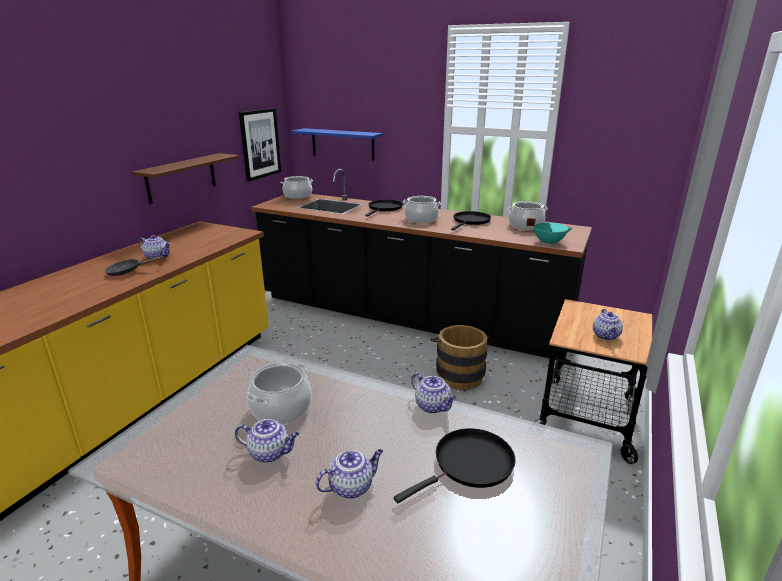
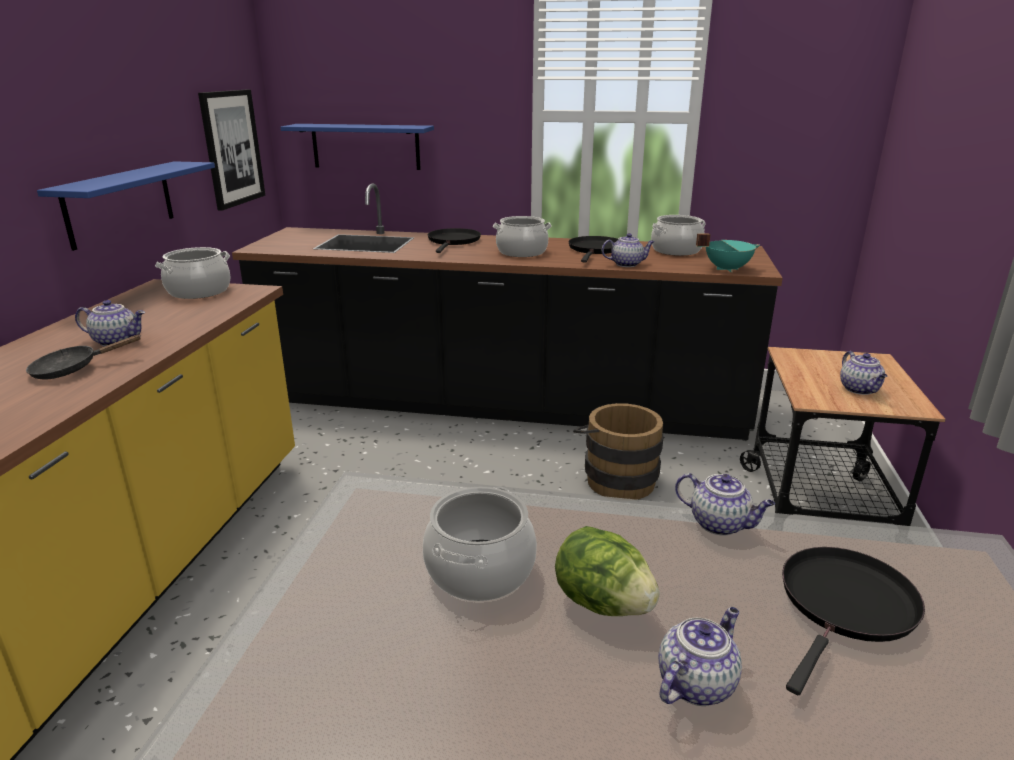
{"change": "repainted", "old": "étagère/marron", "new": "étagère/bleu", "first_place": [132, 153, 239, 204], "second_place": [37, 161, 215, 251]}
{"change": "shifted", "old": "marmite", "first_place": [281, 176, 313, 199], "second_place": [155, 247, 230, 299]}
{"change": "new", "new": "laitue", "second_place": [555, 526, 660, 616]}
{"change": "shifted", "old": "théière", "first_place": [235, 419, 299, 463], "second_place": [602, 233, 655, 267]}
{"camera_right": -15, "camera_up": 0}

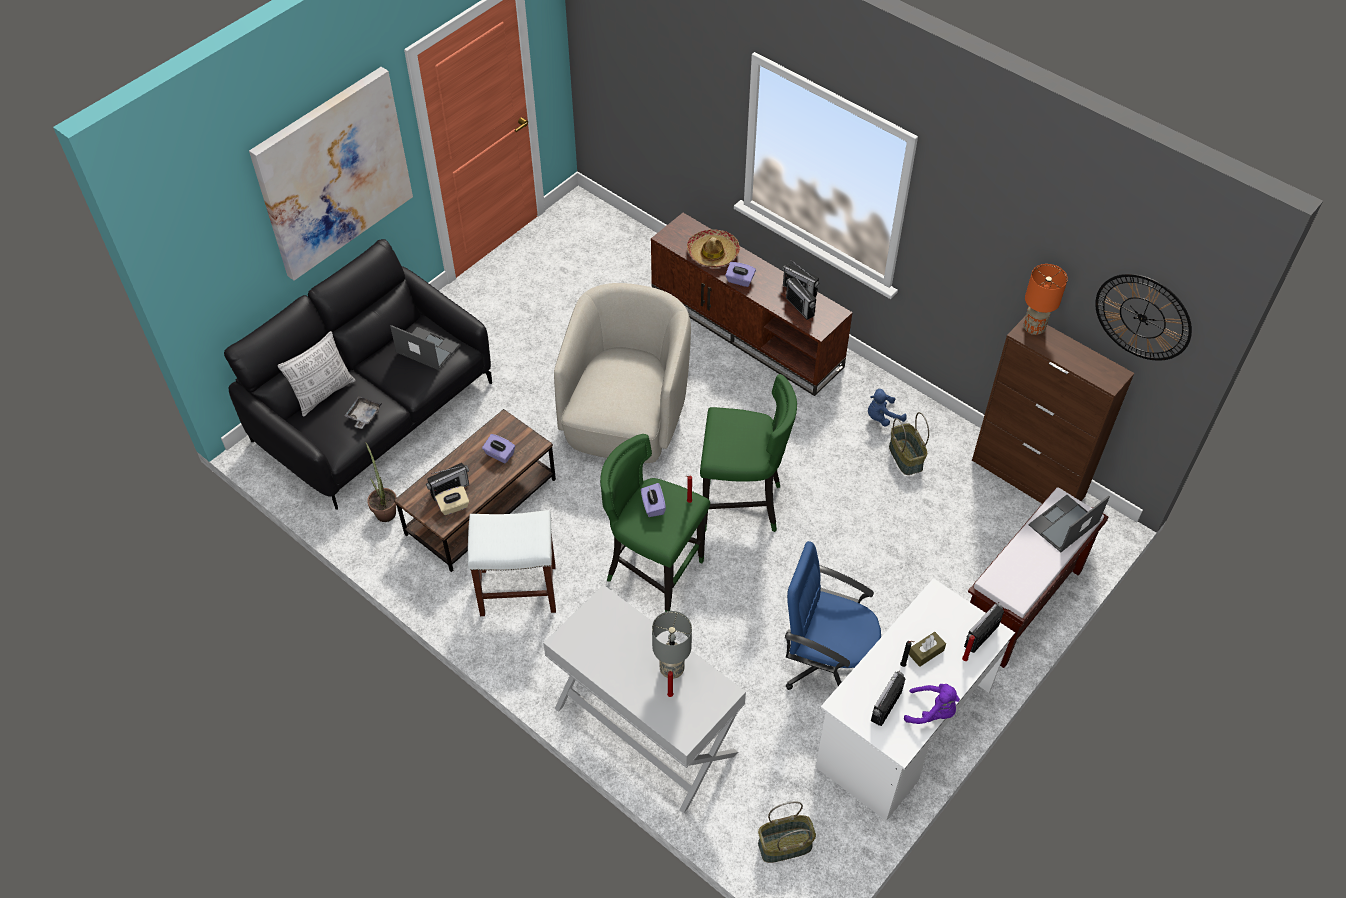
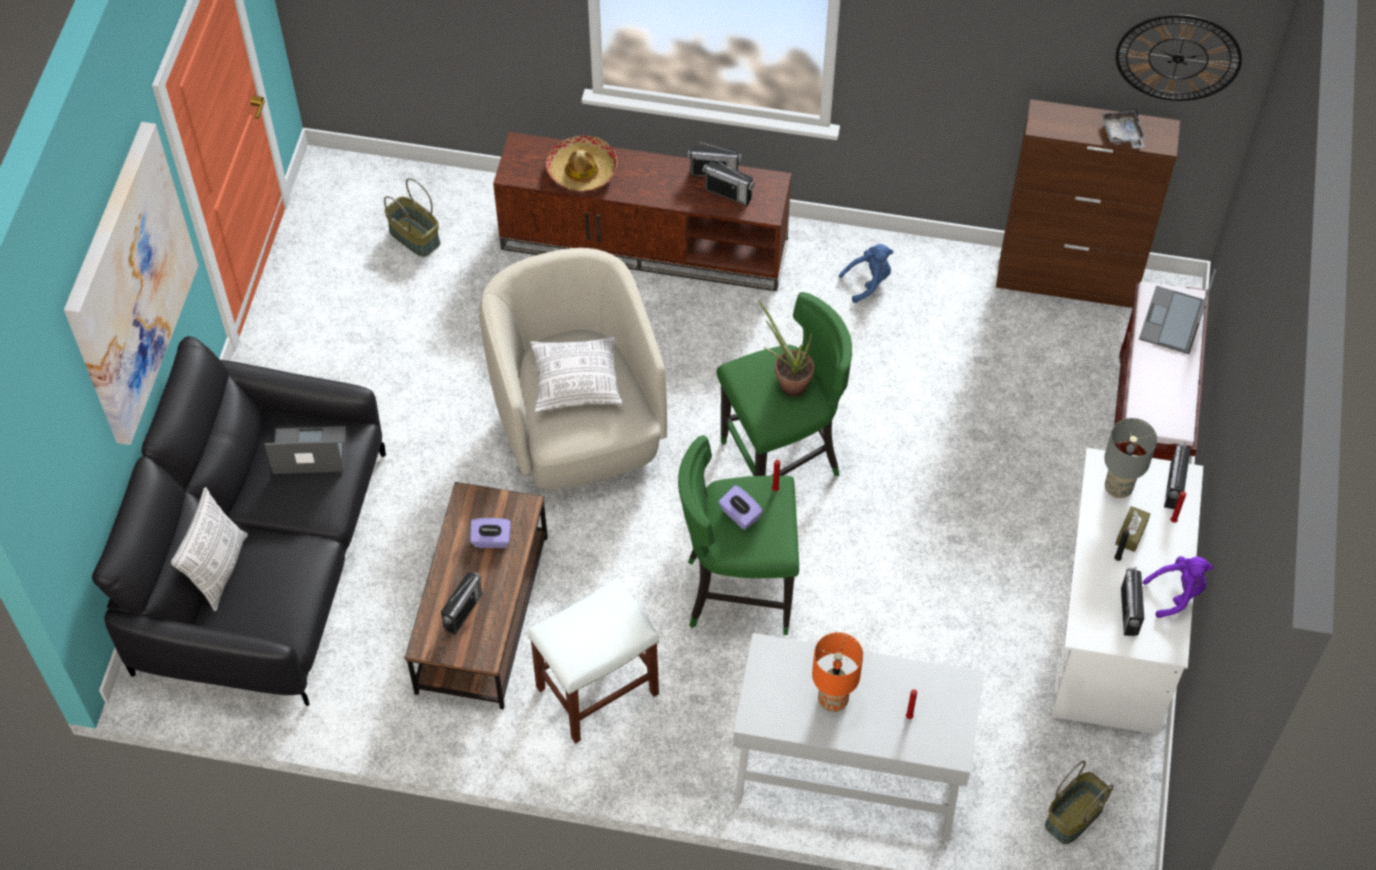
{"change": "shifted", "old": "panier", "first_place": [889, 412, 929, 475], "second_place": [384, 178, 440, 257]}
{"change": "new", "new": "coussin", "second_place": [530, 335, 623, 413]}
{"change": "shifted", "old": "plante en pot", "first_place": [365, 442, 397, 522], "second_place": [759, 301, 814, 397]}
{"change": "shifted", "old": "lampe de table/orange", "first_place": [1023, 264, 1068, 335], "second_place": [812, 632, 863, 712]}
{"change": "rotated", "old": "peluche/bleu", "first_place": [868, 389, 907, 427], "second_place": [839, 244, 893, 303], "degrees": -150}
{"change": "shifted", "old": "plateau/gris", "first_place": [344, 396, 382, 429], "second_place": [1102, 109, 1145, 149]}
{"change": "shifted", "old": "lampe de table/gris", "first_place": [652, 611, 692, 679], "second_place": [1104, 418, 1157, 498]}
{"change": "gone", "old": "boîte à mouchoirs/beige", "first_place": [435, 486, 469, 515]}
{"change": "gone", "old": "boîte à mouchoirs/violet", "first_place": [725, 262, 756, 287]}
{"change": "gone", "old": "chaise de bureau/bleu", "first_place": [785, 541, 881, 690]}
{"camera_right": -30, "camera_up": 5}

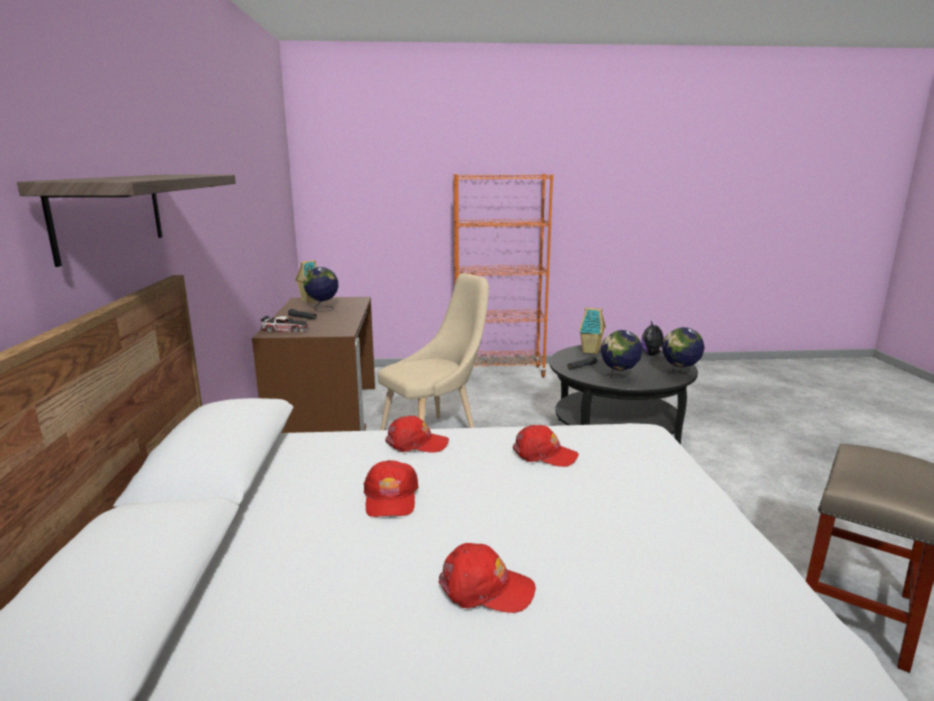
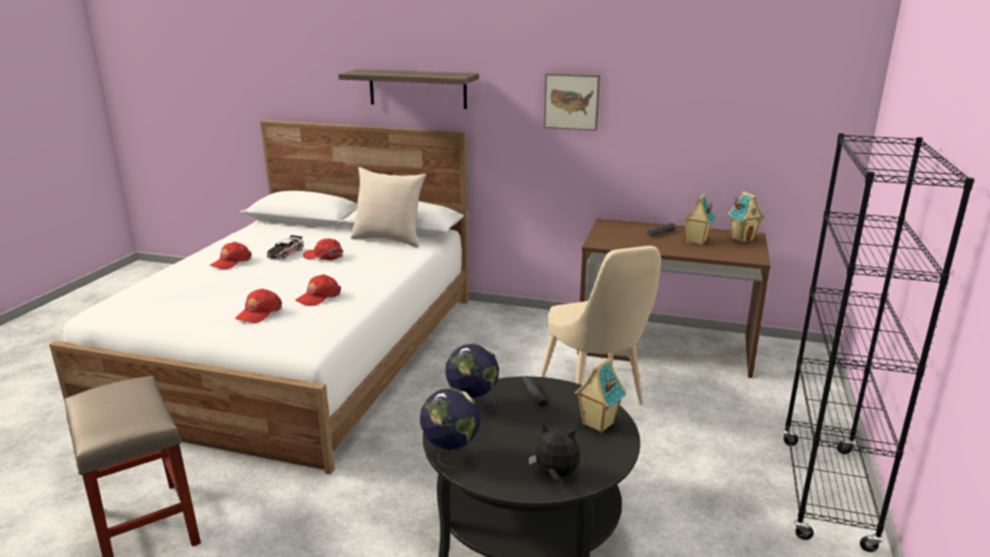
{"change": "shifted", "old": "casquette/rouge", "first_place": [386, 416, 449, 452], "second_place": [235, 289, 282, 323]}
{"change": "shifted", "old": "petite voiture", "first_place": [261, 316, 309, 333], "second_place": [267, 235, 304, 260]}
{"change": "new", "new": "coussin/beige", "second_place": [351, 167, 426, 247]}
{"change": "new", "new": "tableau", "second_place": [544, 73, 600, 131]}
{"change": "swapped", "old": "globe", "new": "maison miniature", "first_place": [303, 267, 338, 312], "second_place": [684, 193, 716, 245]}
{"change": "repainted", "old": "bibliothèque/orange", "new": "bibliothèque/noir", "first_place": [453, 174, 553, 377], "second_place": [782, 133, 974, 552]}
{"camera_right": 110, "camera_up": 5}

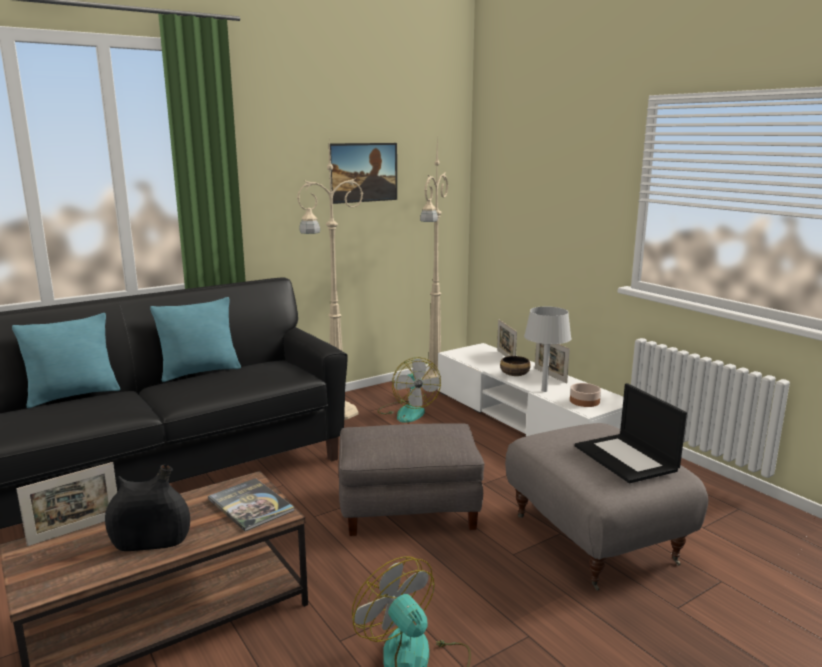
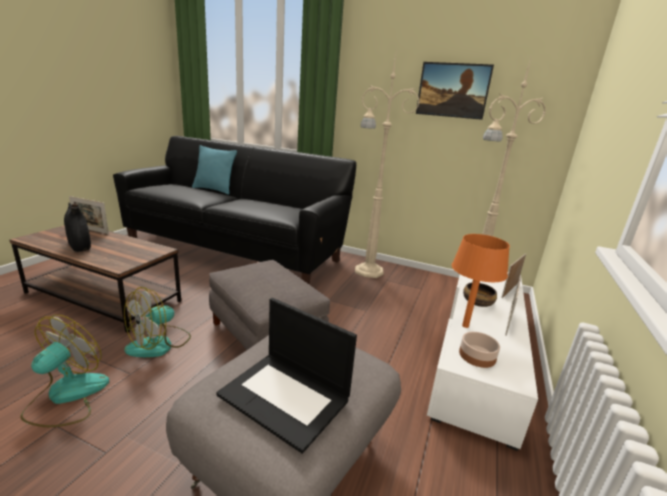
{"change": "shifted", "old": "ventilateur", "first_place": [377, 357, 441, 423], "second_place": [124, 287, 191, 358]}
{"change": "rotated", "old": "ordinateur portable", "first_place": [575, 383, 687, 483], "second_place": [216, 298, 357, 454], "degrees": -90}
{"change": "repainted", "old": "lampe de table/gris", "new": "lampe de table/orange", "first_place": [524, 306, 572, 392], "second_place": [452, 234, 510, 328]}
{"change": "gone", "old": "coussin/turquoise", "first_place": [150, 297, 241, 382]}
{"change": "gone", "old": "livre", "first_place": [208, 478, 295, 531]}
{"camera_right": 55, "camera_up": 5}

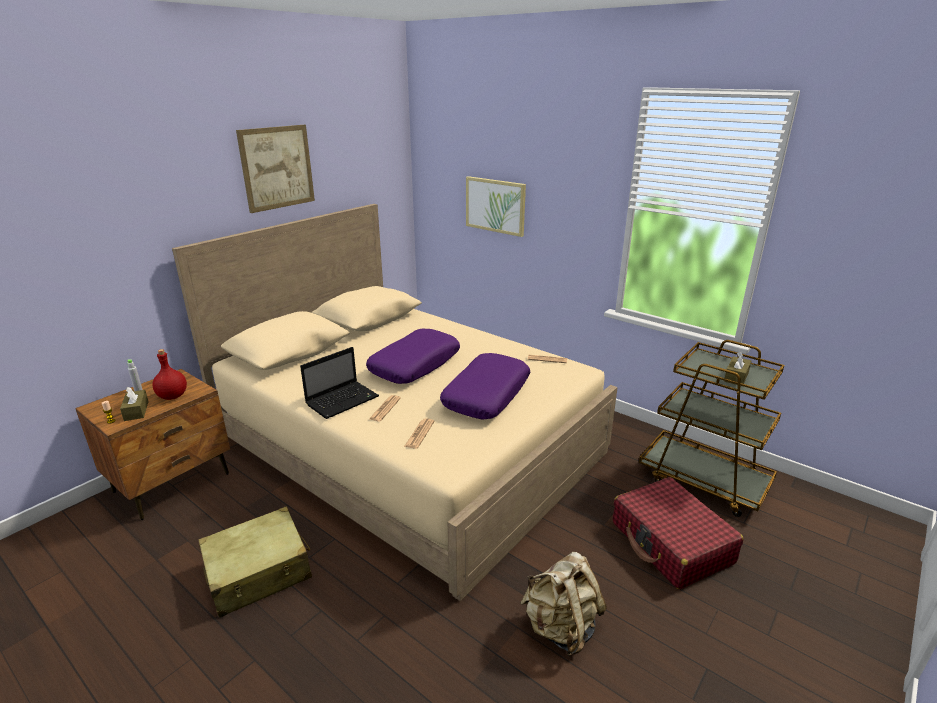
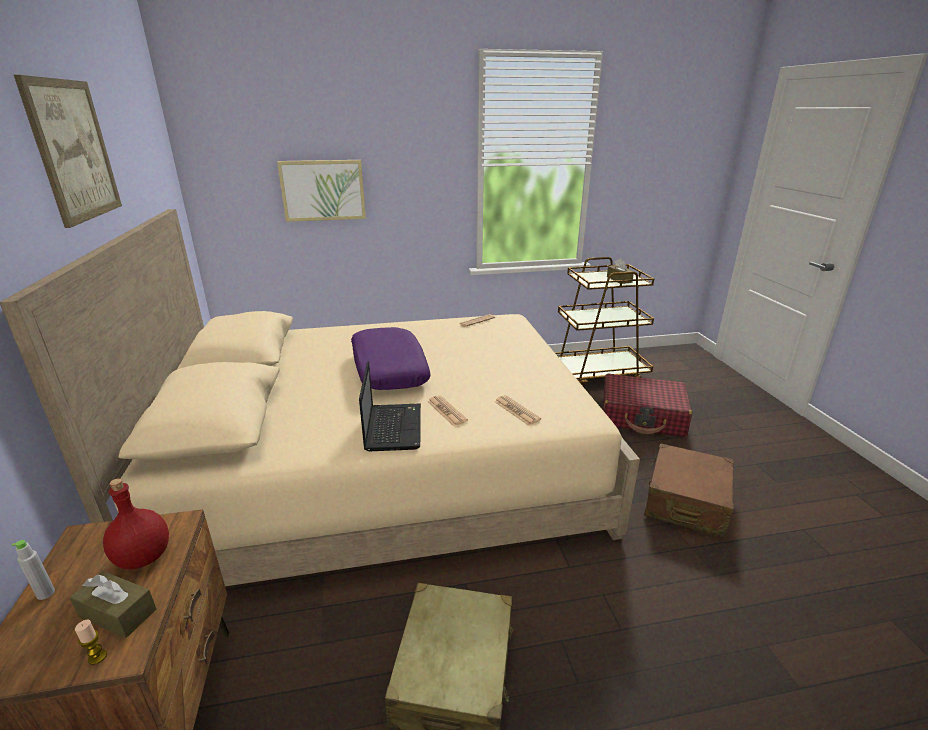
{"change": "swapped", "old": "sac à dos/beige", "new": "valise/marron", "first_place": [520, 552, 607, 656], "second_place": [644, 443, 734, 538]}
{"change": "gone", "old": "coussin/violet", "first_place": [440, 353, 530, 419]}
{"camera_right": -50, "camera_up": 0}

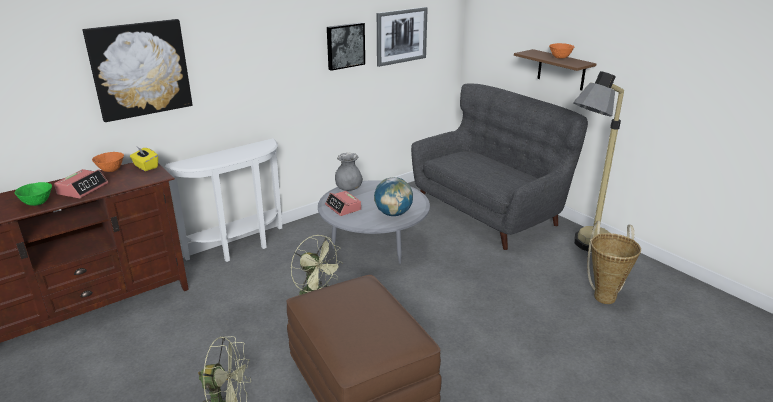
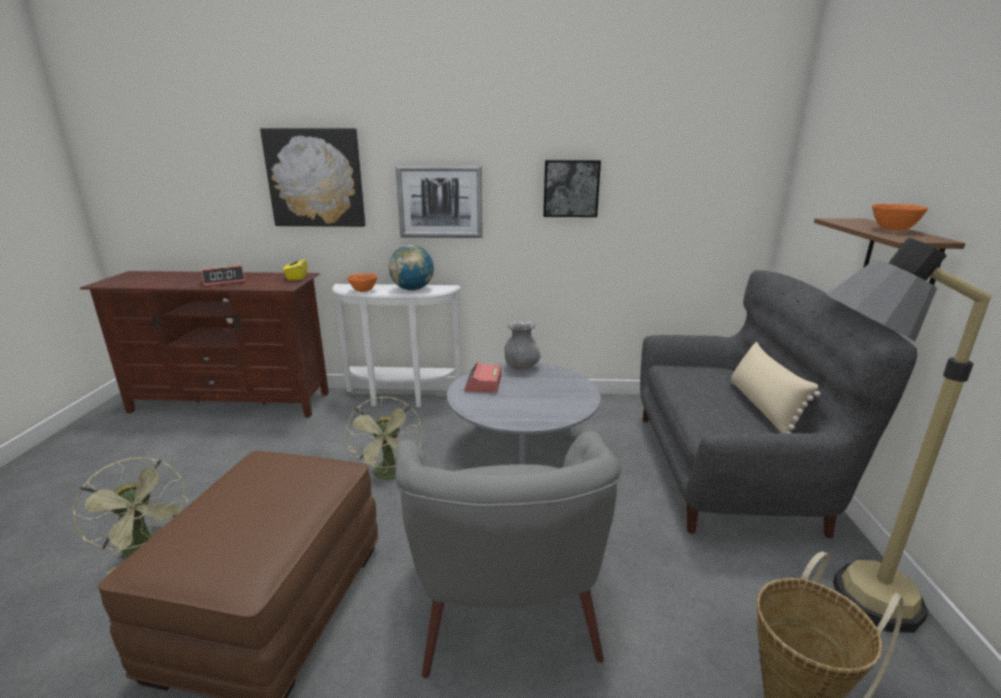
{"change": "shifted", "old": "bol/orange", "first_place": [92, 152, 124, 172], "second_place": [347, 273, 378, 292]}
{"change": "shifted", "old": "globe", "first_place": [374, 177, 413, 216], "second_place": [389, 245, 434, 291]}
{"change": "new", "new": "fauteuil/gris", "second_place": [395, 431, 621, 678]}
{"change": "shifted", "old": "tableau", "first_place": [377, 7, 428, 67], "second_place": [396, 166, 483, 238]}
{"change": "new", "new": "coussin/beige", "second_place": [731, 342, 821, 433]}
{"change": "gone", "old": "bol/vert", "first_place": [15, 182, 52, 206]}
{"camera_right": 40, "camera_up": -5}

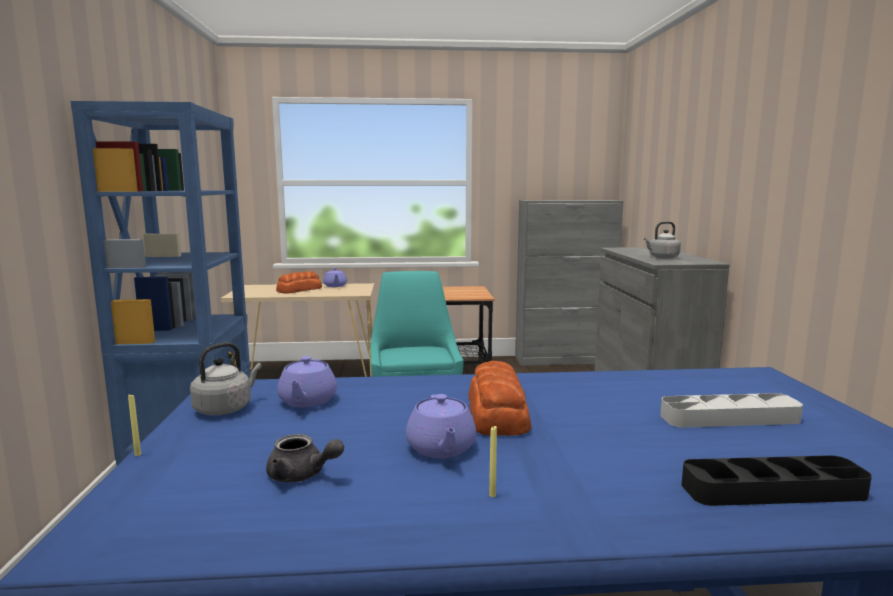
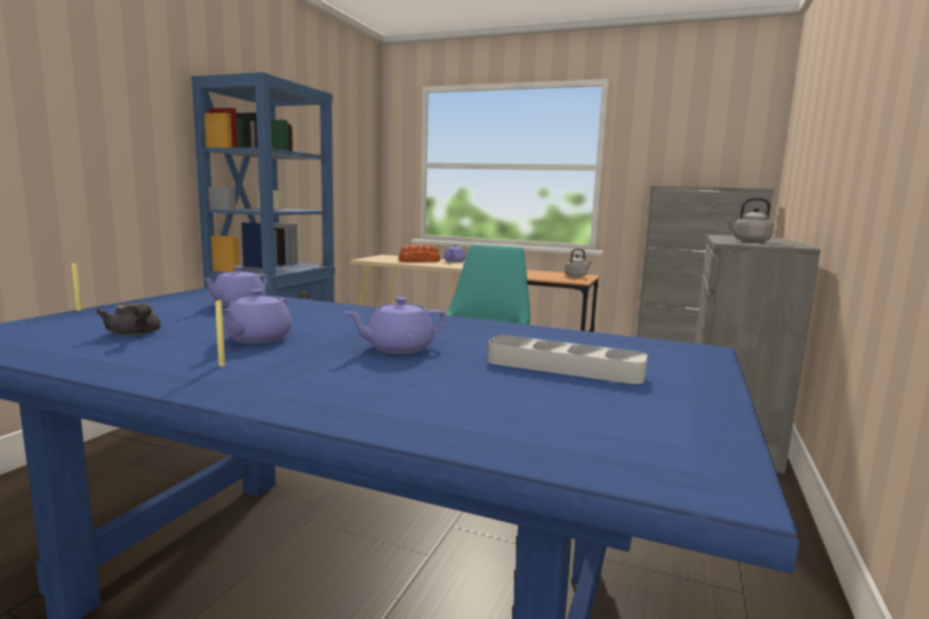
{"change": "new", "new": "théière/violet", "second_place": [345, 297, 447, 354]}
{"change": "shifted", "old": "bouilloire/gris", "first_place": [190, 342, 262, 416], "second_place": [565, 248, 592, 277]}
{"change": "gone", "old": "pain", "first_place": [468, 361, 531, 436]}
{"change": "gone", "old": "plateau/noir", "first_place": [682, 455, 872, 506]}
{"camera_right": 25, "camera_up": 0}

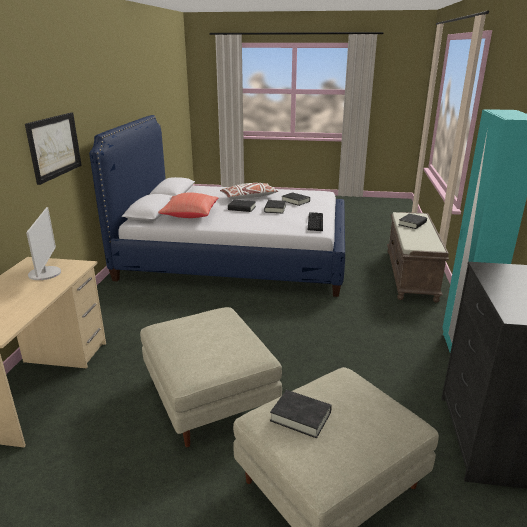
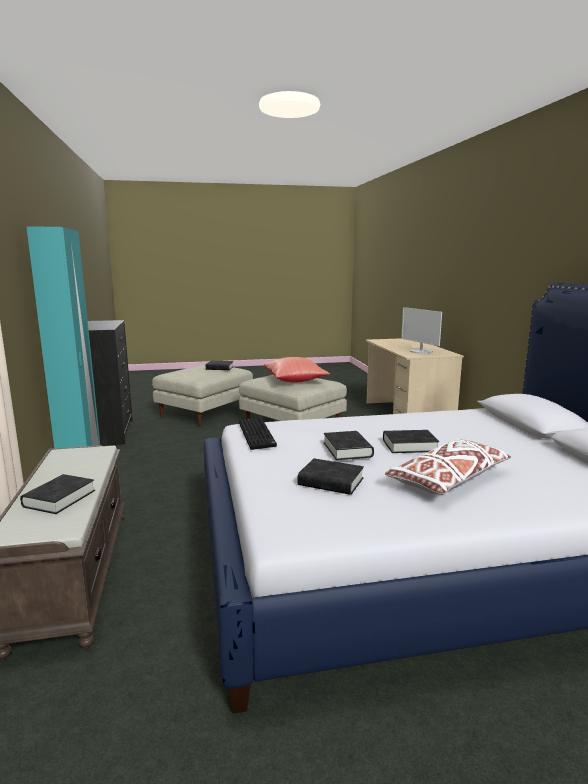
{"change": "shifted", "old": "coussin/rouge", "first_place": [158, 192, 218, 218], "second_place": [264, 357, 330, 382]}
{"change": "gone", "old": "tableau", "first_place": [25, 113, 82, 185]}
{"camera_right": 160, "camera_up": -10}

